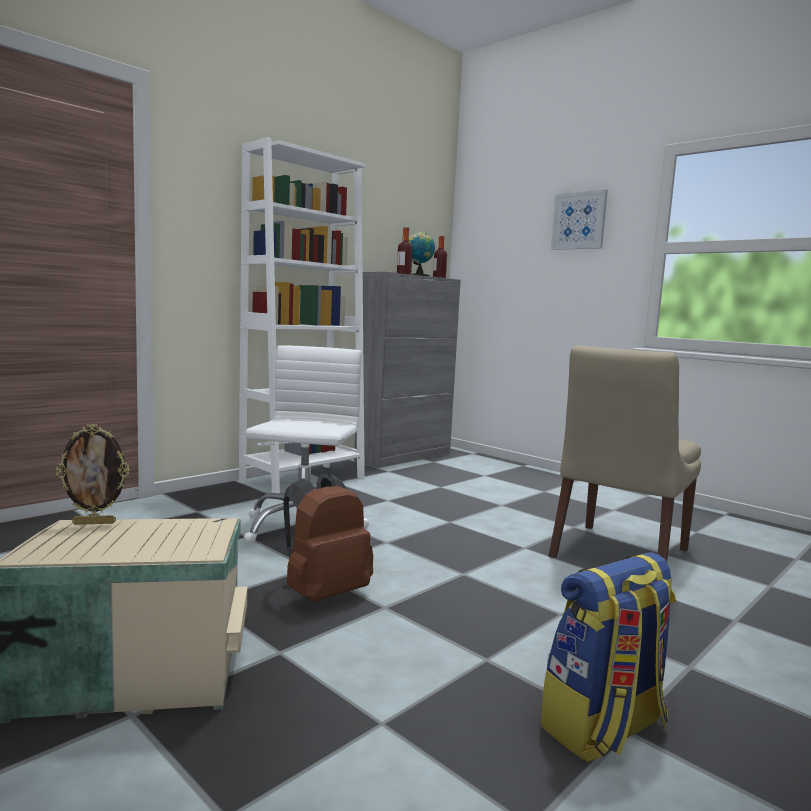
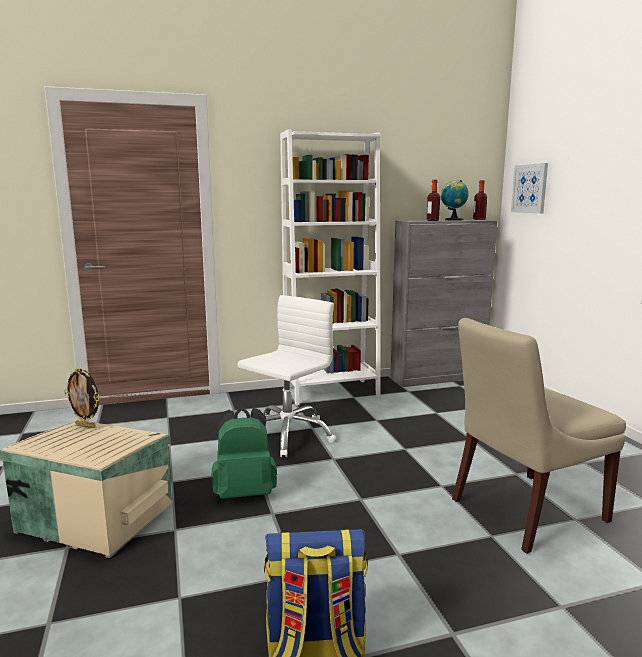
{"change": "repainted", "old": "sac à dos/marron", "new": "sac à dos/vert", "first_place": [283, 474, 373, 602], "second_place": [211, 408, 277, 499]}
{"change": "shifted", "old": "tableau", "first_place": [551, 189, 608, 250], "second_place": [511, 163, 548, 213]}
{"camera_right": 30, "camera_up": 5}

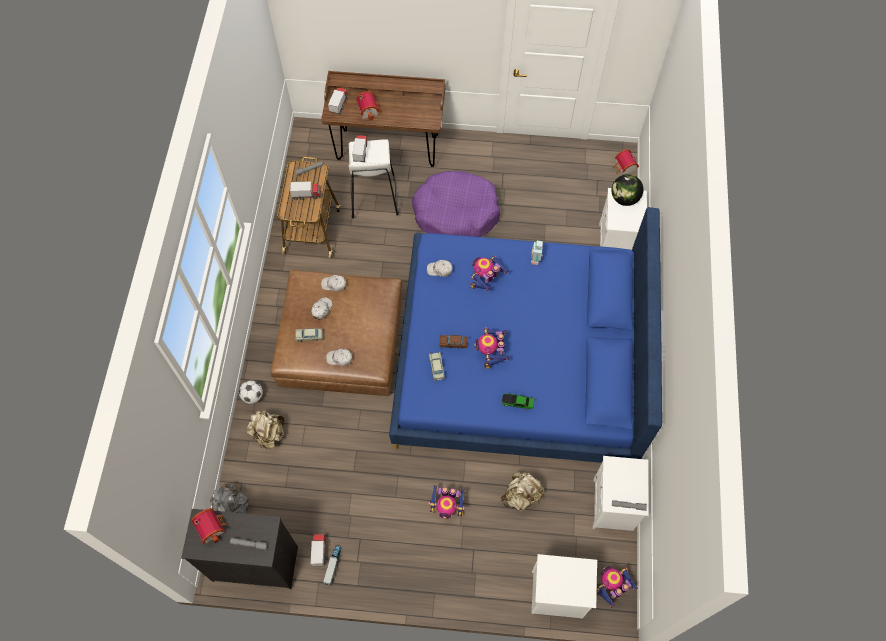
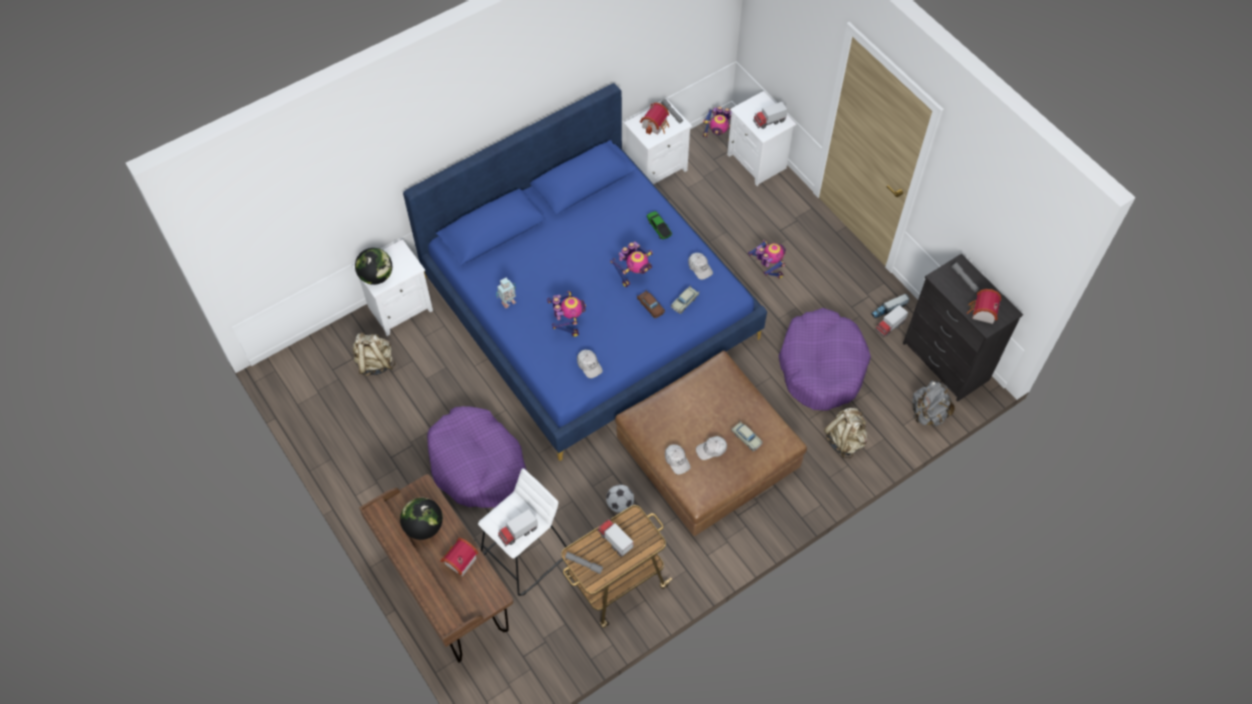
{"change": "shifted", "old": "sac à dos/beige", "first_place": [501, 472, 544, 511], "second_place": [353, 332, 396, 376]}
{"change": "new", "new": "globe", "second_place": [400, 497, 443, 540]}
{"change": "rotated", "old": "robot jouet", "first_place": [470, 256, 508, 291], "second_place": [547, 291, 586, 337], "degrees": -105}
{"change": "shifted", "old": "ballon de foot", "first_place": [239, 380, 263, 404], "second_place": [606, 485, 634, 513]}
{"change": "shifted", "old": "maison miniature", "first_place": [613, 149, 639, 175], "second_place": [640, 103, 669, 135]}
{"change": "shifted", "old": "casquette/blanc", "first_place": [326, 349, 352, 366], "second_place": [688, 253, 713, 280]}
{"change": "shifted", "old": "camion jouet", "first_place": [328, 88, 348, 114], "second_place": [753, 102, 788, 129]}
{"change": "new", "new": "panier pour chien/violet", "second_place": [779, 308, 871, 411]}
{"camera_right": -130, "camera_up": -5}

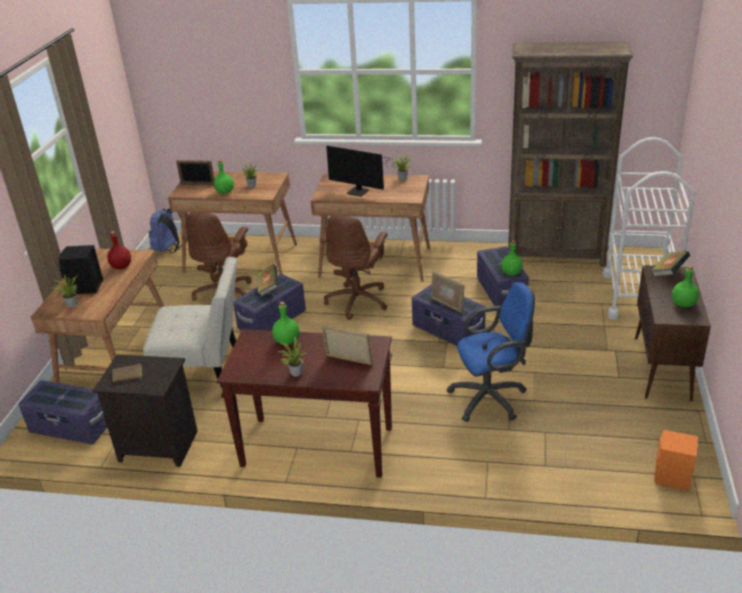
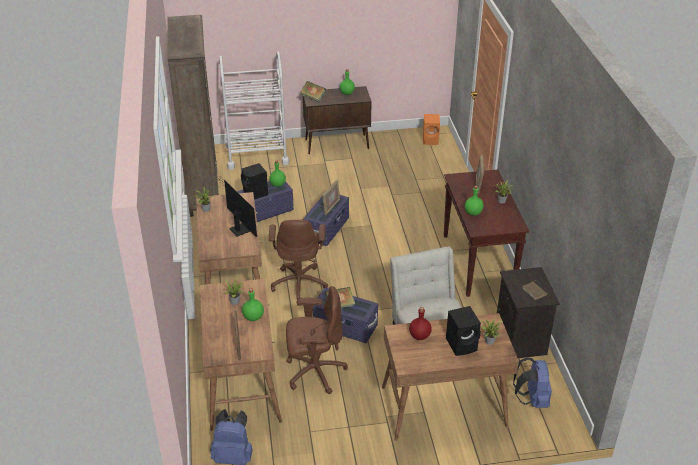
{"change": "rotated", "old": "écran d'ordinateur", "first_place": [326, 146, 398, 197], "second_place": [220, 178, 257, 237], "degrees": -45}
{"change": "new", "new": "enceinte/noir", "second_place": [241, 163, 268, 200]}
{"change": "rotated", "old": "chaise de bureau/marron", "first_place": [320, 216, 388, 320], "second_place": [269, 220, 328, 300], "degrees": 90}
{"change": "swapped", "old": "boîte de rangement/violet", "new": "sac à dos/bleu", "first_place": [18, 380, 107, 445], "second_place": [513, 358, 552, 408]}
{"change": "gone", "old": "chaise de bureau/bleu", "first_place": [447, 282, 535, 422]}
{"camera_right": -110, "camera_up": 5}

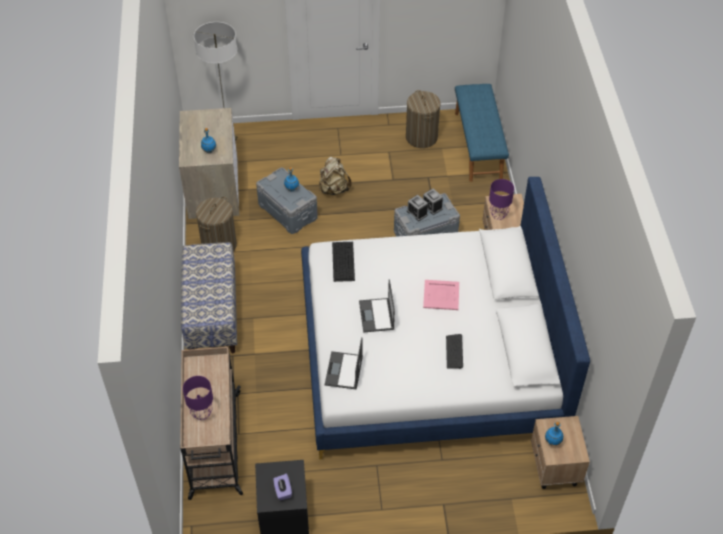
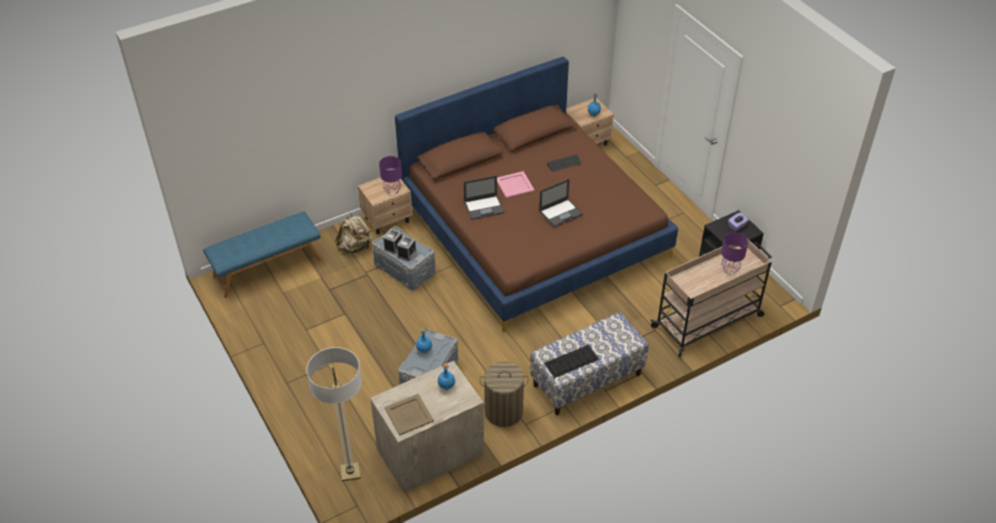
{"change": "shifted", "old": "sac à dos/beige", "first_place": [319, 157, 352, 195], "second_place": [335, 213, 373, 253]}
{"change": "new", "new": "plateau/beige", "second_place": [384, 394, 434, 436]}
{"change": "repainted", "old": "lit/blanc", "new": "lit/marron", "first_place": [301, 177, 590, 459], "second_place": [395, 57, 678, 332]}
{"change": "shifted", "old": "ordinateur portable", "first_place": [325, 337, 363, 390], "second_place": [464, 175, 504, 220]}
{"change": "shifted", "old": "clavier", "first_place": [332, 242, 355, 282], "second_place": [544, 345, 599, 378]}
{"change": "gone", "old": "panier à linge", "first_place": [406, 90, 441, 148]}
{"camera_right": -115, "camera_up": -5}

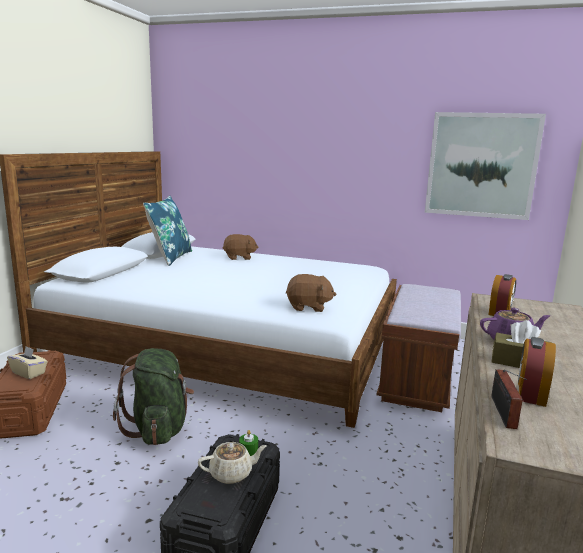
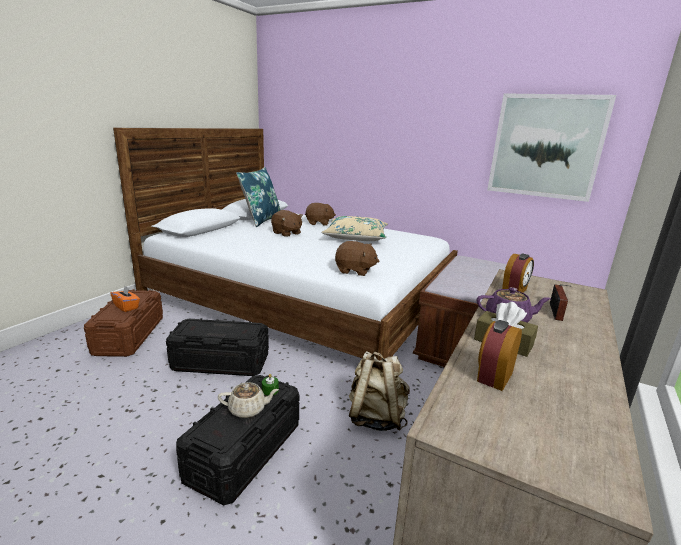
{"change": "repainted", "old": "boîte à mouchoirs/beige", "new": "boîte à mouchoirs/orange", "first_place": [7, 346, 48, 379], "second_place": [110, 286, 140, 312]}
{"change": "swapped", "old": "sac à dos/vert", "new": "boîte de rangement/noir", "first_place": [113, 348, 194, 445], "second_place": [166, 318, 269, 376]}
{"change": "new", "new": "peluche/marron", "second_place": [271, 210, 303, 237]}
{"change": "new", "new": "coussin/beige", "second_place": [321, 216, 388, 241]}
{"change": "new", "new": "sac à dos/beige", "second_place": [349, 351, 410, 431]}
{"change": "shifted", "old": "radio", "first_place": [491, 369, 527, 429], "second_place": [550, 284, 571, 321]}
{"camera_right": 10, "camera_up": 5}

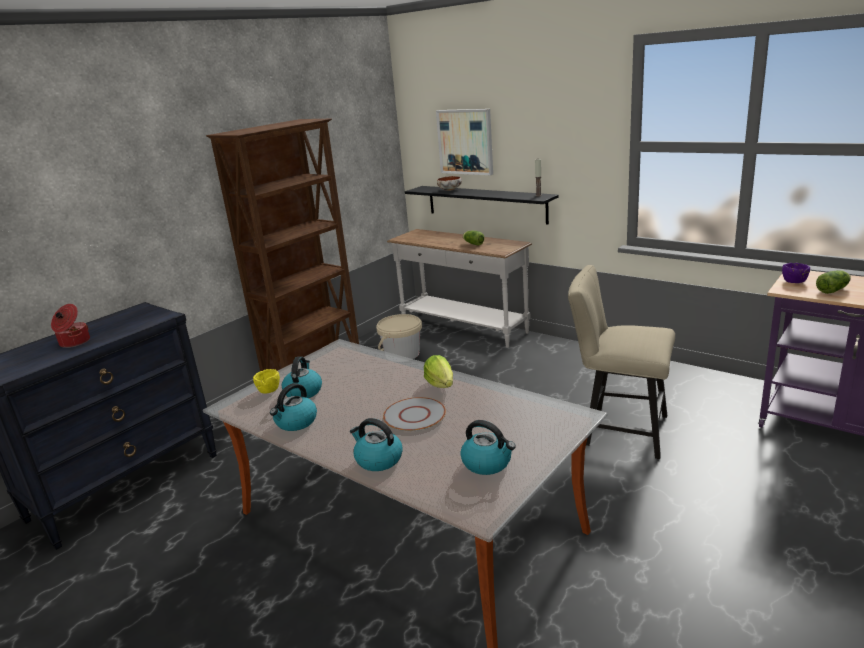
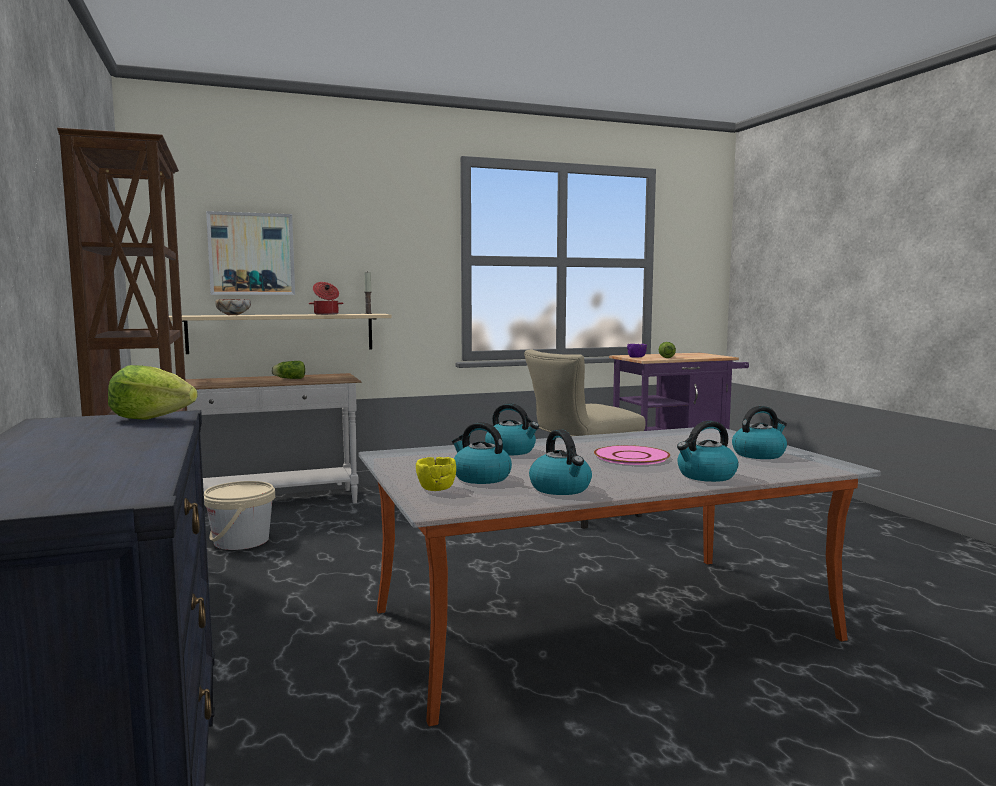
{"change": "shifted", "old": "laitue", "first_place": [424, 355, 453, 388], "second_place": [108, 365, 198, 420]}
{"change": "repainted", "old": "étagère/noir", "new": "étagère/beige", "first_place": [405, 186, 559, 225], "second_place": [169, 314, 392, 354]}
{"change": "shifted", "old": "marmite", "first_place": [51, 304, 90, 348], "second_place": [308, 282, 344, 315]}
{"change": "new", "new": "bouilloire", "second_place": [485, 403, 539, 455]}
{"change": "repainted", "old": "assiette/gris", "new": "assiette/rose", "first_place": [383, 397, 446, 431], "second_place": [594, 445, 670, 465]}
{"camera_right": -60, "camera_up": -15}

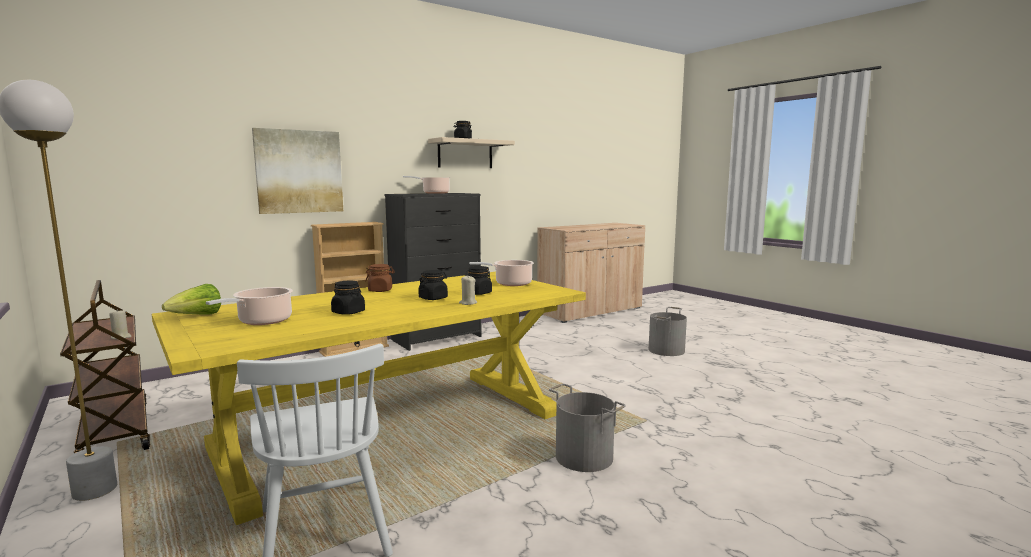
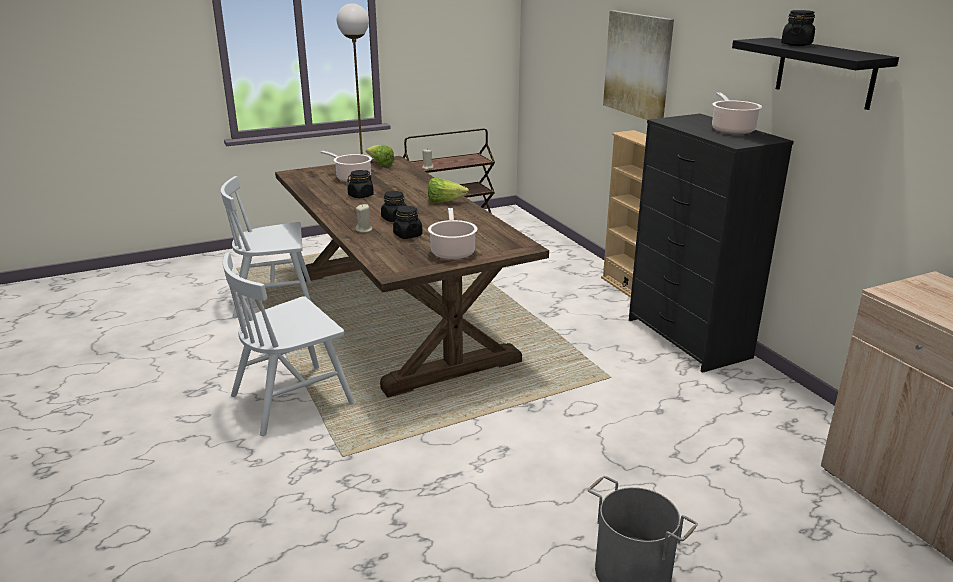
{"change": "swapped", "old": "seau/gris", "new": "chaise/blanc", "first_place": [549, 384, 626, 472], "second_place": [223, 252, 355, 436]}
{"change": "repainted", "old": "table à manger/jaune", "new": "table à manger/marron", "first_place": [152, 272, 586, 525], "second_place": [275, 156, 549, 398]}
{"change": "swapped", "old": "bocal/marron", "new": "laitue", "first_place": [365, 264, 395, 292], "second_place": [428, 177, 469, 203]}
{"change": "repainted", "old": "étagère/beige", "new": "étagère/noir", "first_place": [428, 137, 515, 168], "second_place": [732, 38, 899, 110]}
{"camera_right": 100, "camera_up": 15}

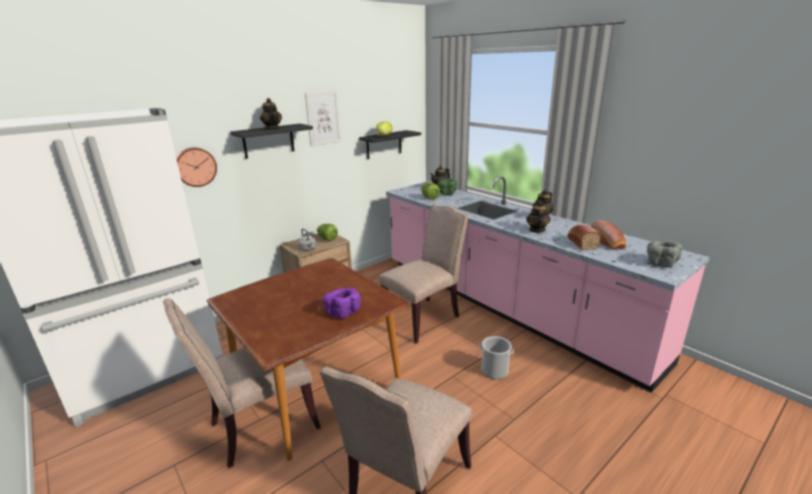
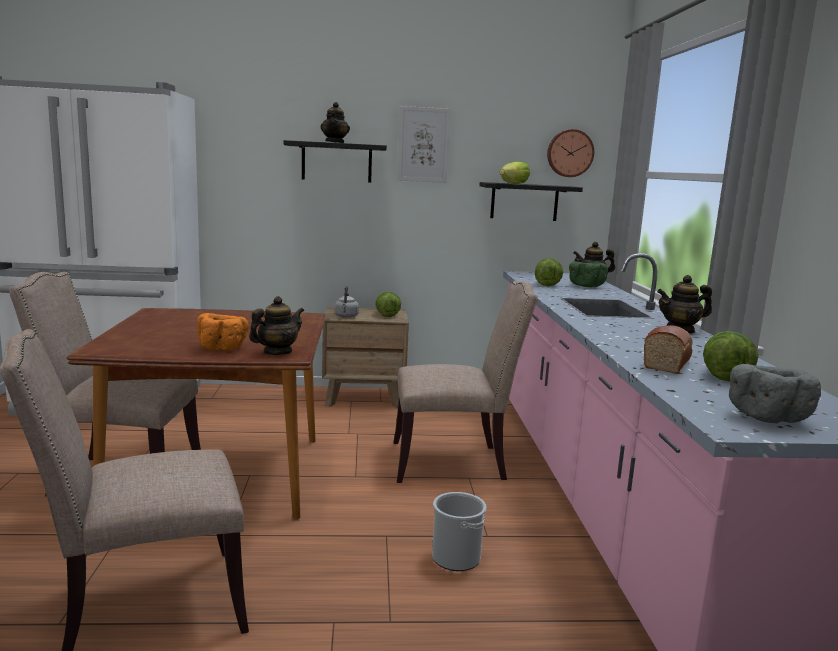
{"change": "repainted", "old": "bol/violet", "new": "bol/orange", "first_place": [323, 288, 361, 319], "second_place": [197, 313, 249, 351]}
{"change": "shifted", "old": "théière", "first_place": [526, 201, 551, 233], "second_place": [249, 296, 304, 355]}
{"change": "shifted", "old": "horloge murale", "first_place": [176, 147, 217, 187], "second_place": [547, 129, 594, 177]}
{"change": "swapped", "old": "pain", "new": "laitue", "first_place": [591, 220, 627, 250], "second_place": [703, 331, 758, 382]}
{"camera_right": 35, "camera_up": -10}

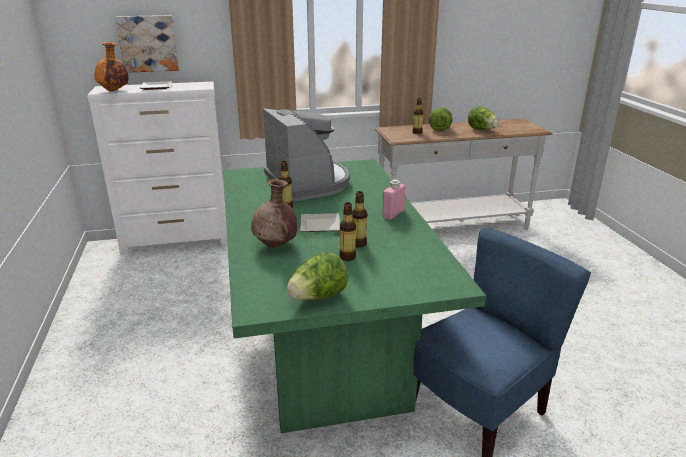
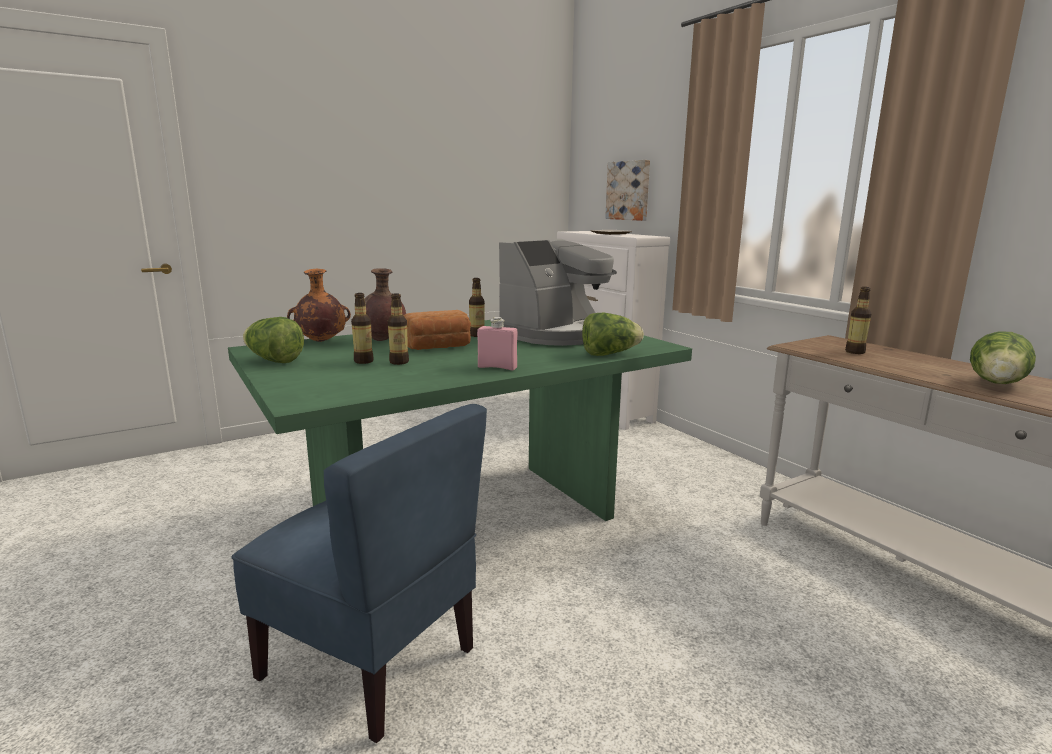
{"change": "shifted", "old": "vase/orange", "first_place": [94, 42, 128, 91], "second_place": [287, 269, 351, 342]}
{"change": "swapped", "old": "assiette", "new": "pain", "first_place": [301, 213, 340, 232], "second_place": [403, 310, 471, 350]}
{"change": "shifted", "old": "laitue", "first_place": [429, 107, 453, 131], "second_place": [582, 313, 644, 356]}
{"camera_right": 70, "camera_up": -10}

